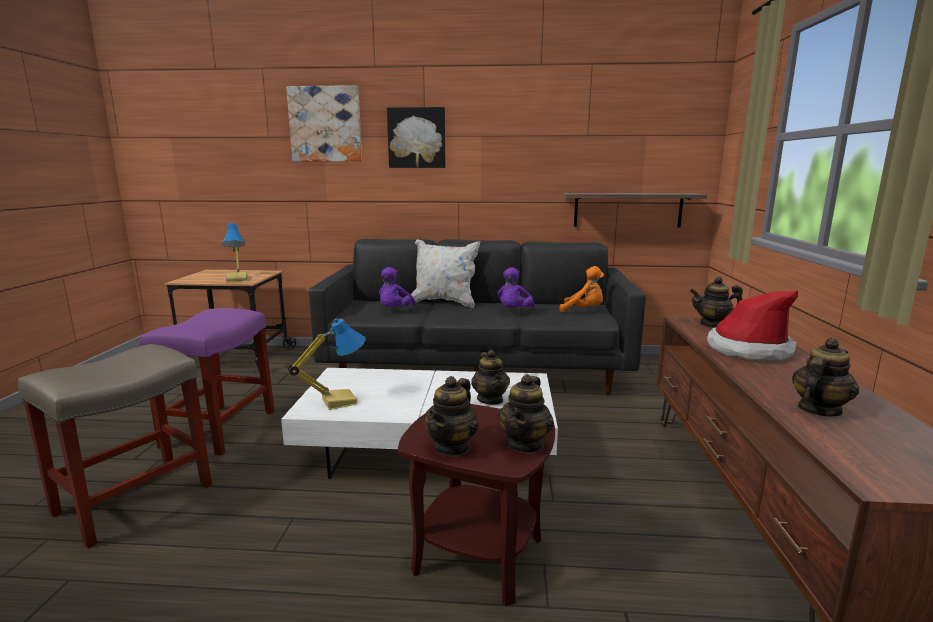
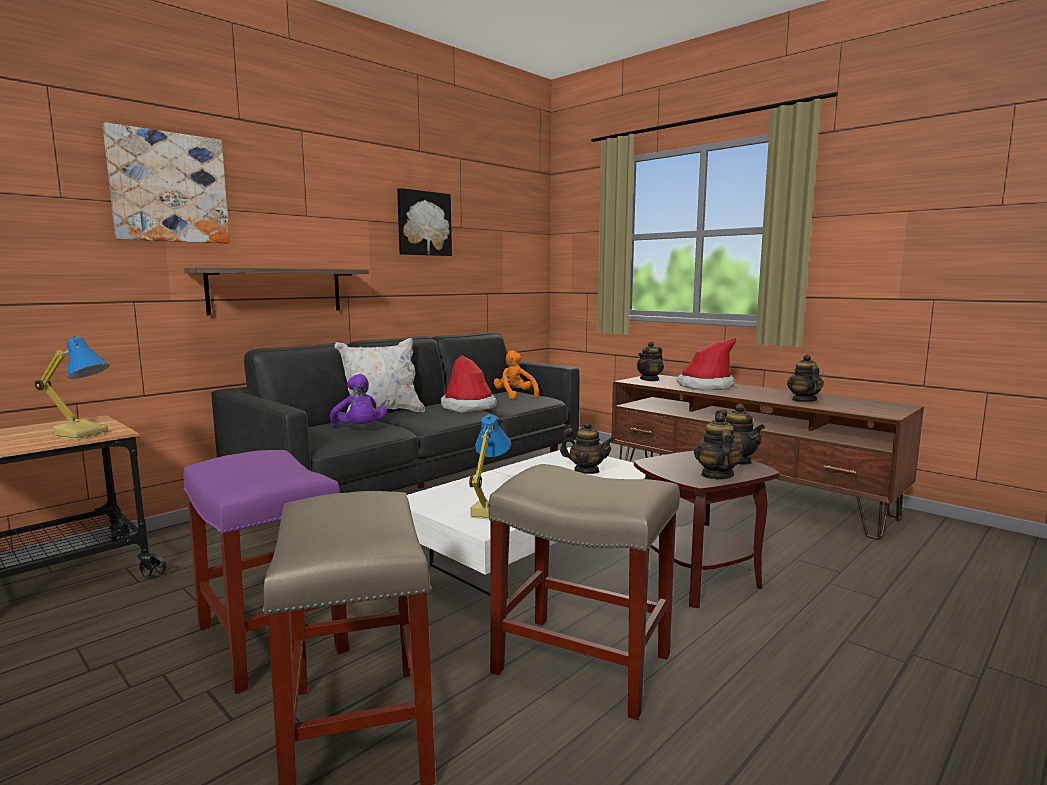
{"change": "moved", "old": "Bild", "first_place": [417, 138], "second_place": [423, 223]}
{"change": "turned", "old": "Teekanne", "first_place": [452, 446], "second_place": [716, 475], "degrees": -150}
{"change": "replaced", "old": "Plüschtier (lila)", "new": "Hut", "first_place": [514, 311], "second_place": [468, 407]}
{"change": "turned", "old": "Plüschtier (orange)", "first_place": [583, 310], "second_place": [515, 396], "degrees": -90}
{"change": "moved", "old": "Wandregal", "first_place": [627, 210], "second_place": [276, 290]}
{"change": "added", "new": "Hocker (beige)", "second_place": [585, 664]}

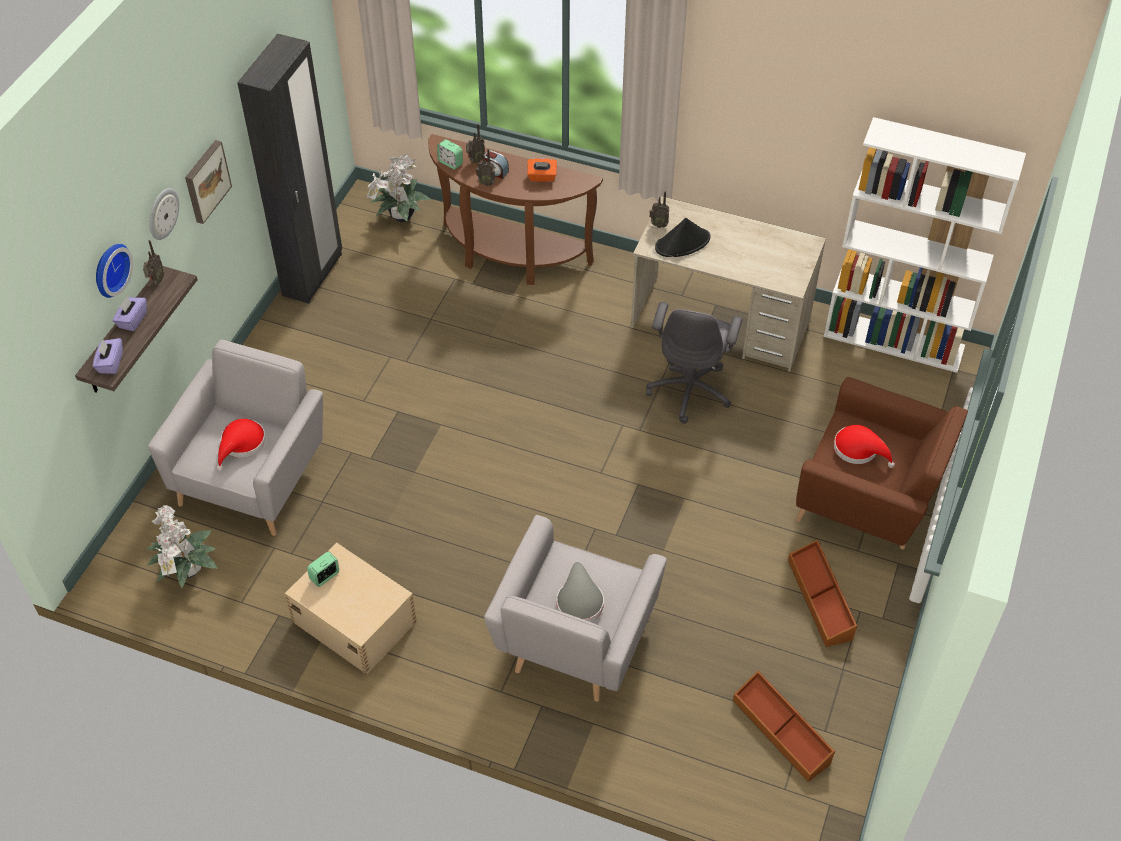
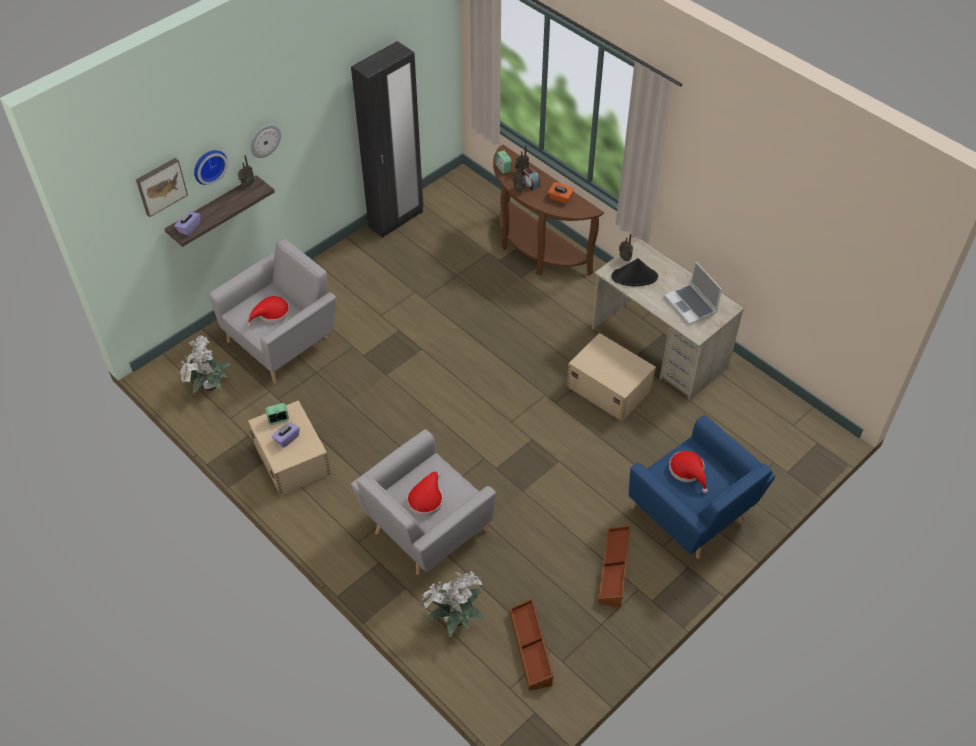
{"change": "moved", "old": "Taschentuchbox (lila)", "first_place": [132, 320], "second_place": [287, 438]}
{"change": "moved", "old": "Bild", "first_place": [205, 181], "second_place": [160, 186]}
{"change": "moved", "old": "Topfpflanze", "first_place": [400, 218], "second_place": [454, 618]}
{"change": "recoloured", "old": "Hut (grau)", "new": "Hut (rot)", "first_place": [579, 600], "second_place": [426, 498]}
{"change": "replaced", "old": "Bürostuhl (grau)", "new": "Aufbewahrungsbox (beige)", "first_place": [690, 389], "second_place": [608, 387]}
{"change": "recoloured", "old": "Sessel (braun)", "new": "Sessel (blau)", "first_place": [869, 501], "second_place": [692, 514]}
{"change": "removed", "old": "Bücherregal (weiß)", "first_place": [894, 341]}
{"change": "added", "new": "Laptop", "second_place": [691, 305]}

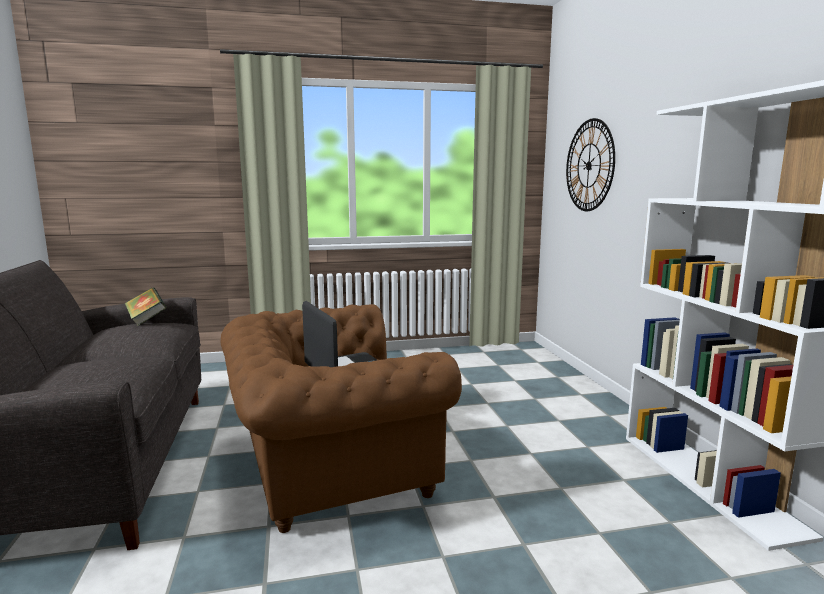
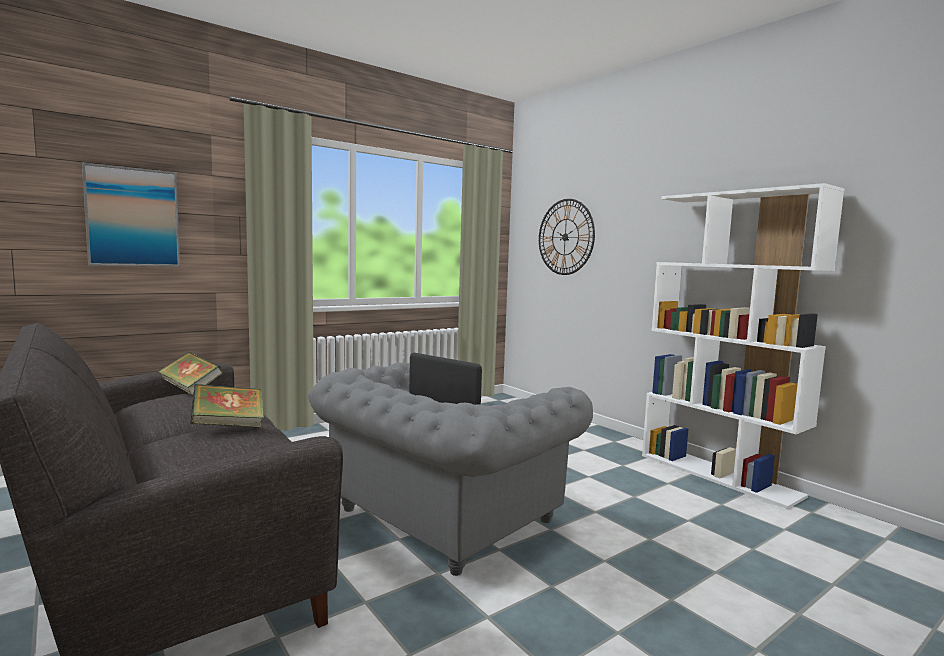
{"change": "recoloured", "old": "Sessel (braun)", "new": "Sessel (grau)", "first_place": [328, 469], "second_place": [439, 517]}
{"change": "added", "new": "Bild", "second_place": [133, 217]}
{"change": "added", "new": "Buch", "second_place": [229, 426]}

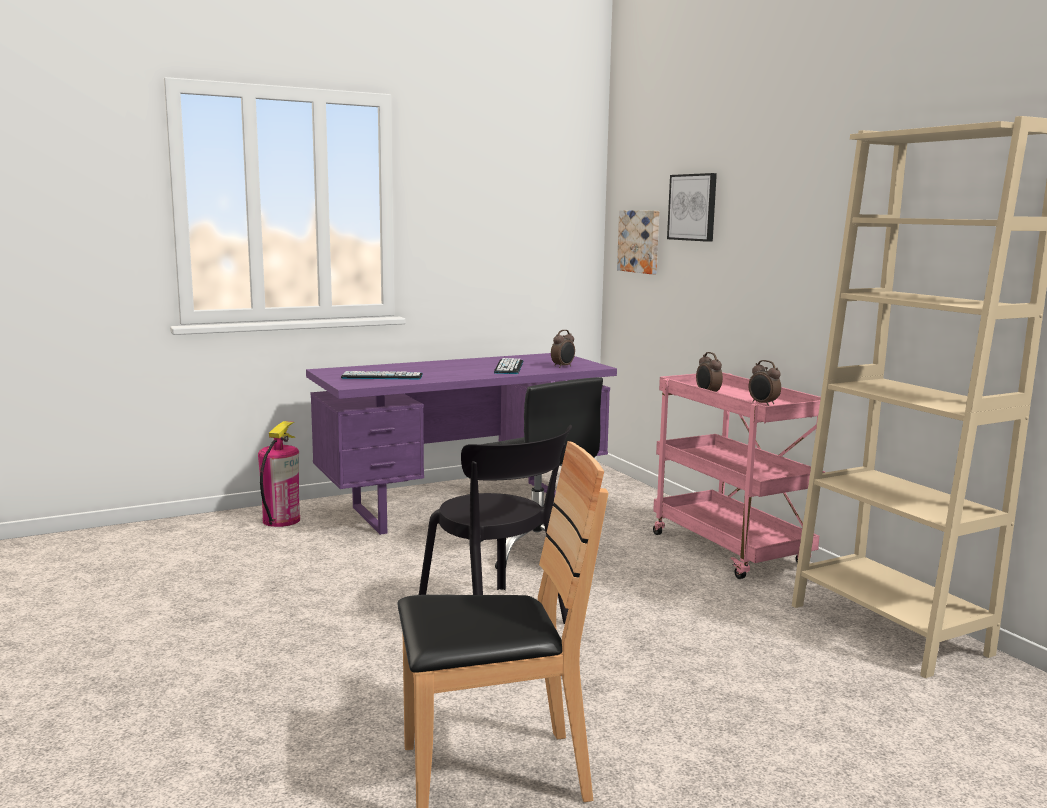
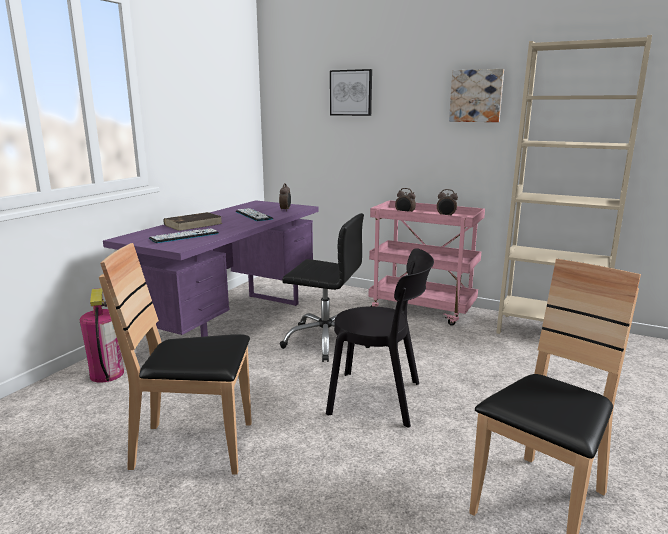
{"change": "moved", "old": "Bild", "first_place": [640, 241], "second_place": [476, 96]}
{"change": "added", "new": "Stuhl (braun)", "second_place": [195, 446]}
{"change": "added", "new": "Buch (braun)", "second_place": [193, 224]}

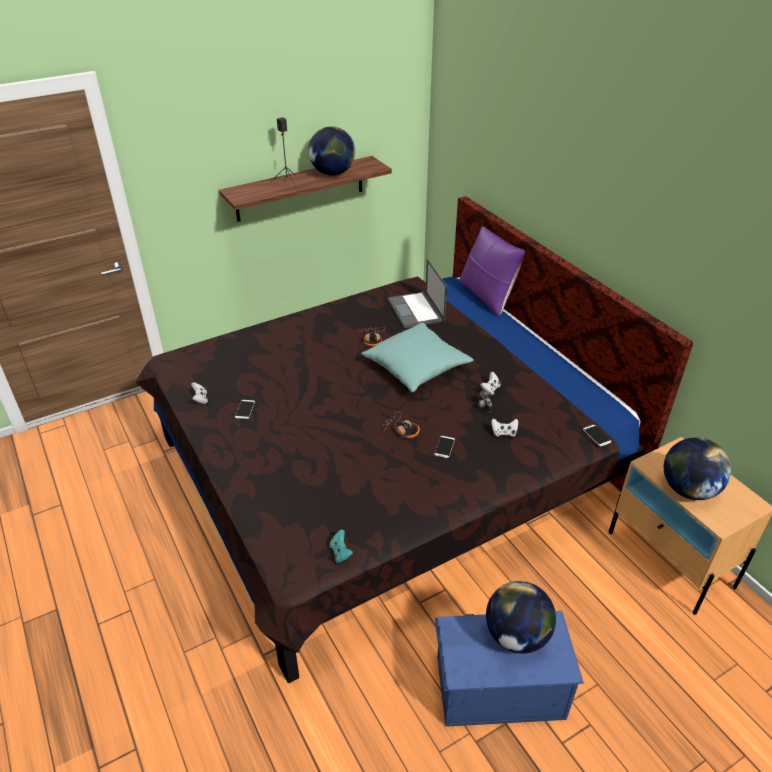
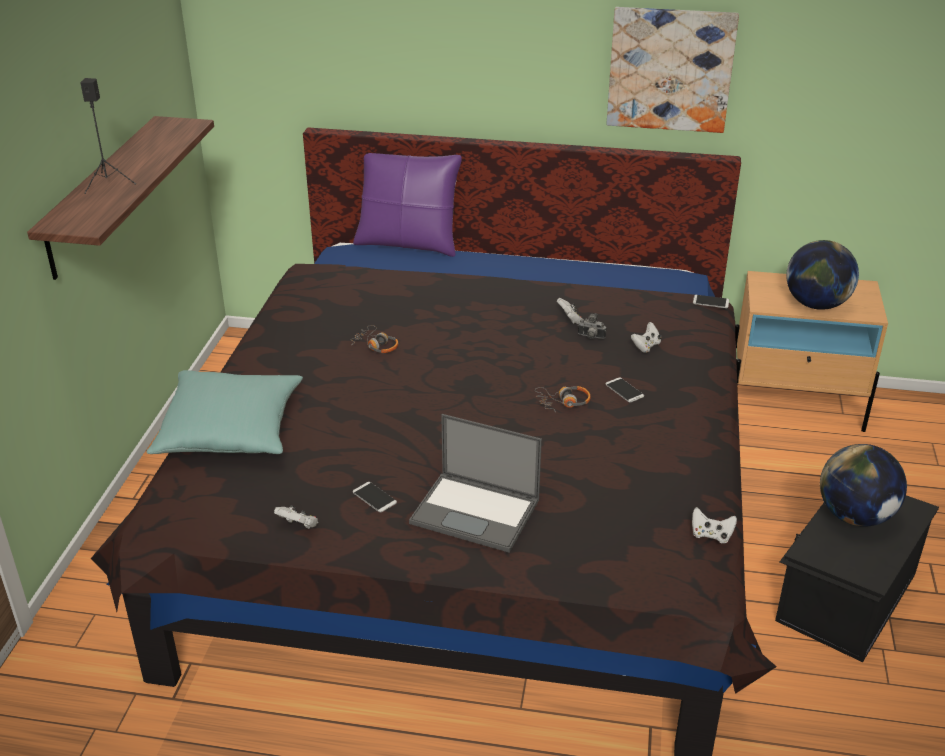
{"change": "removed", "old": "Globus", "first_place": [332, 173]}
{"change": "recoloured", "old": "Gamepad (türkis)", "new": "Gamepad (weiß)", "first_place": [340, 553], "second_place": [711, 535]}
{"change": "moved", "old": "Kissen (türkis)", "first_place": [416, 367], "second_place": [231, 431]}
{"change": "moved", "old": "Laptop", "first_place": [416, 310], "second_place": [476, 512]}
{"change": "recoloured", "old": "Aufbewahrungsbox (blau)", "new": "Aufbewahrungsbox (schwarz)", "first_place": [498, 685], "second_place": [843, 597]}
{"change": "added", "new": "Bild", "second_place": [670, 69]}

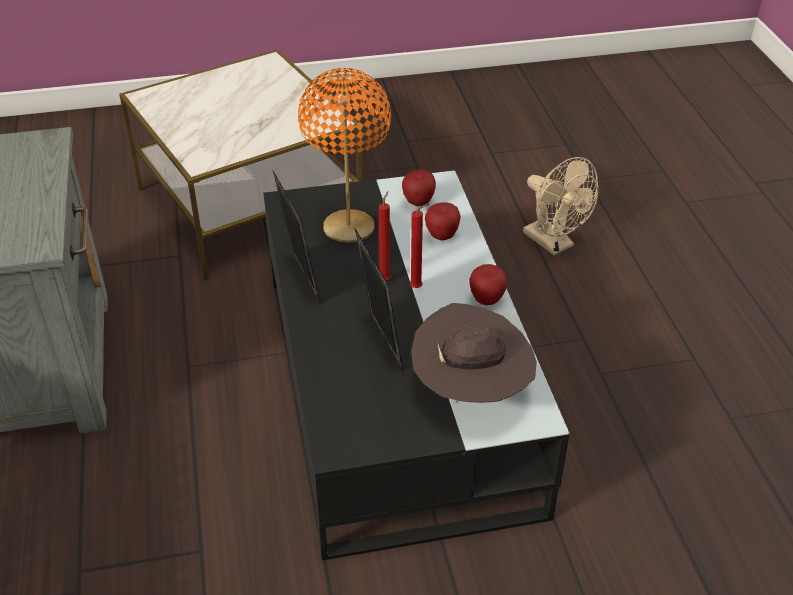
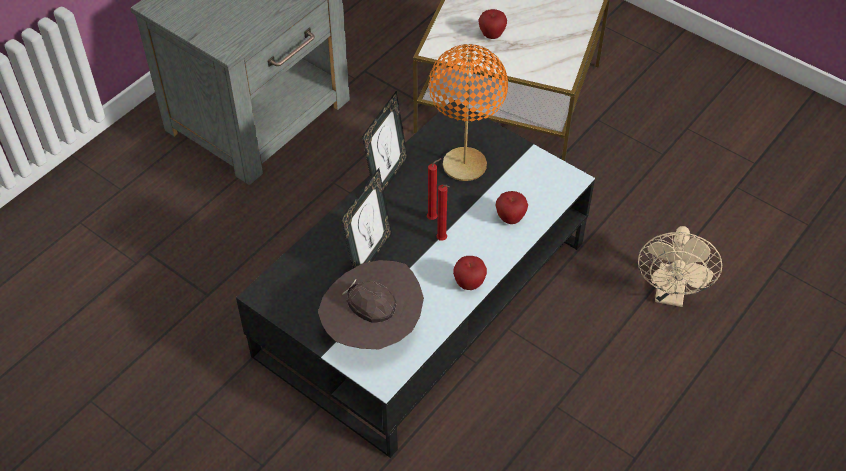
{"change": "moved", "old": "Apfel", "first_place": [418, 202], "second_place": [491, 35]}

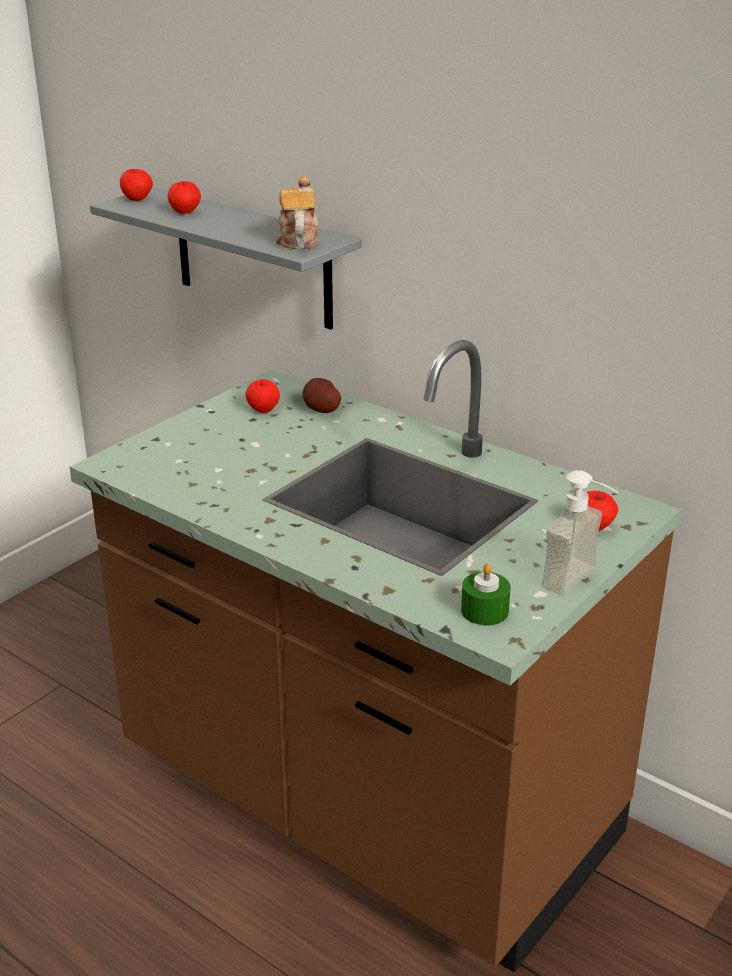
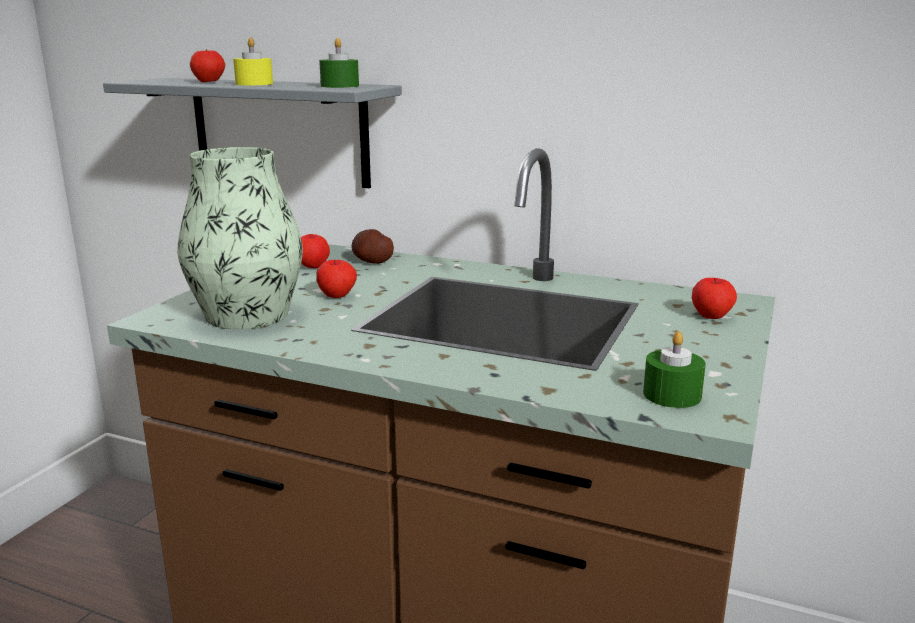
{"change": "moved", "old": "Apfel", "first_place": [137, 199], "second_place": [337, 295]}
{"change": "replaced", "old": "Teekanne", "new": "Kerze (grün)", "first_place": [298, 240], "second_place": [340, 86]}
{"change": "removed", "old": "Seifenspender", "first_place": [581, 583]}
{"change": "added", "new": "Vase", "second_place": [247, 315]}
{"change": "added", "new": "Kerze (gelb)", "second_place": [254, 84]}

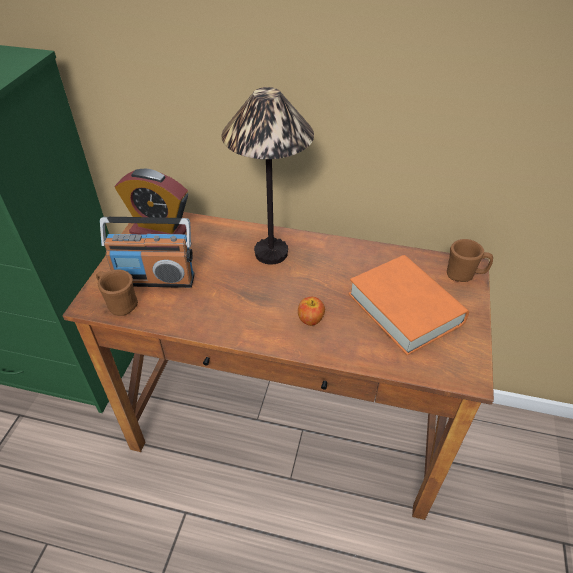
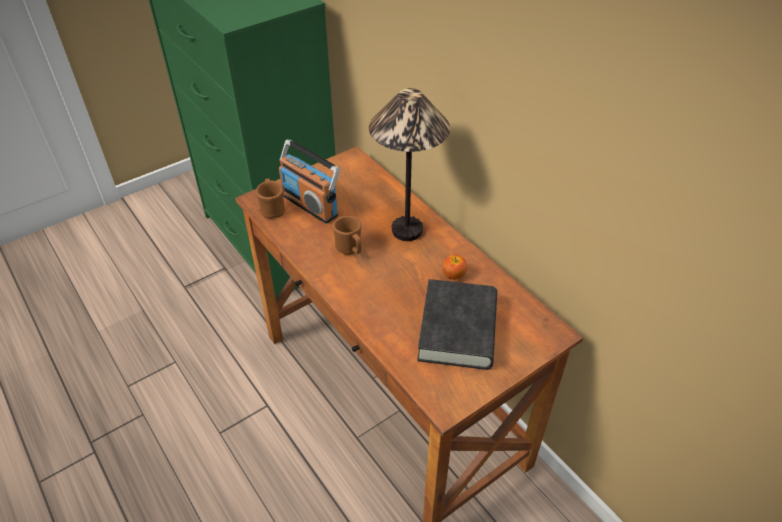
{"change": "removed", "old": "Wecker", "first_place": [160, 230]}
{"change": "moved", "old": "Apfel", "first_place": [310, 319], "second_place": [454, 275]}
{"change": "recoloured", "old": "Buch (orange)", "new": "Buch (schwarz)", "first_place": [405, 309], "second_place": [458, 329]}
{"change": "moved", "old": "Henkelbecher (braun)", "first_place": [464, 275], "second_place": [350, 250]}

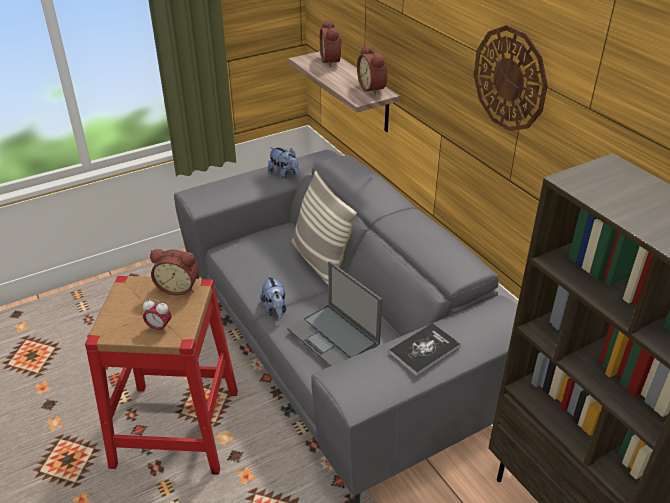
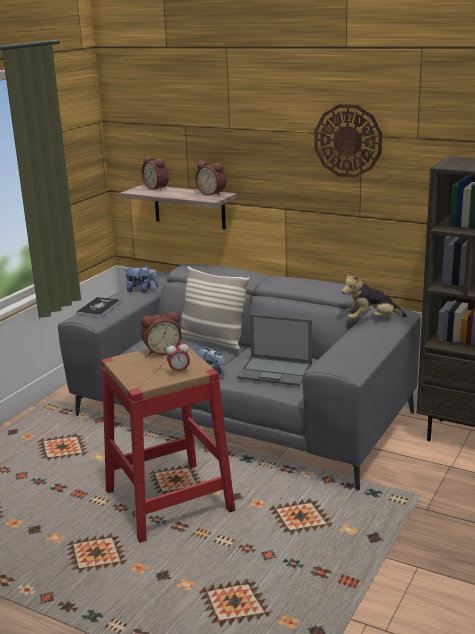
{"change": "moved", "old": "Buch", "first_place": [424, 350], "second_place": [99, 308]}
{"change": "added", "new": "Plüschtier", "second_place": [371, 320]}

